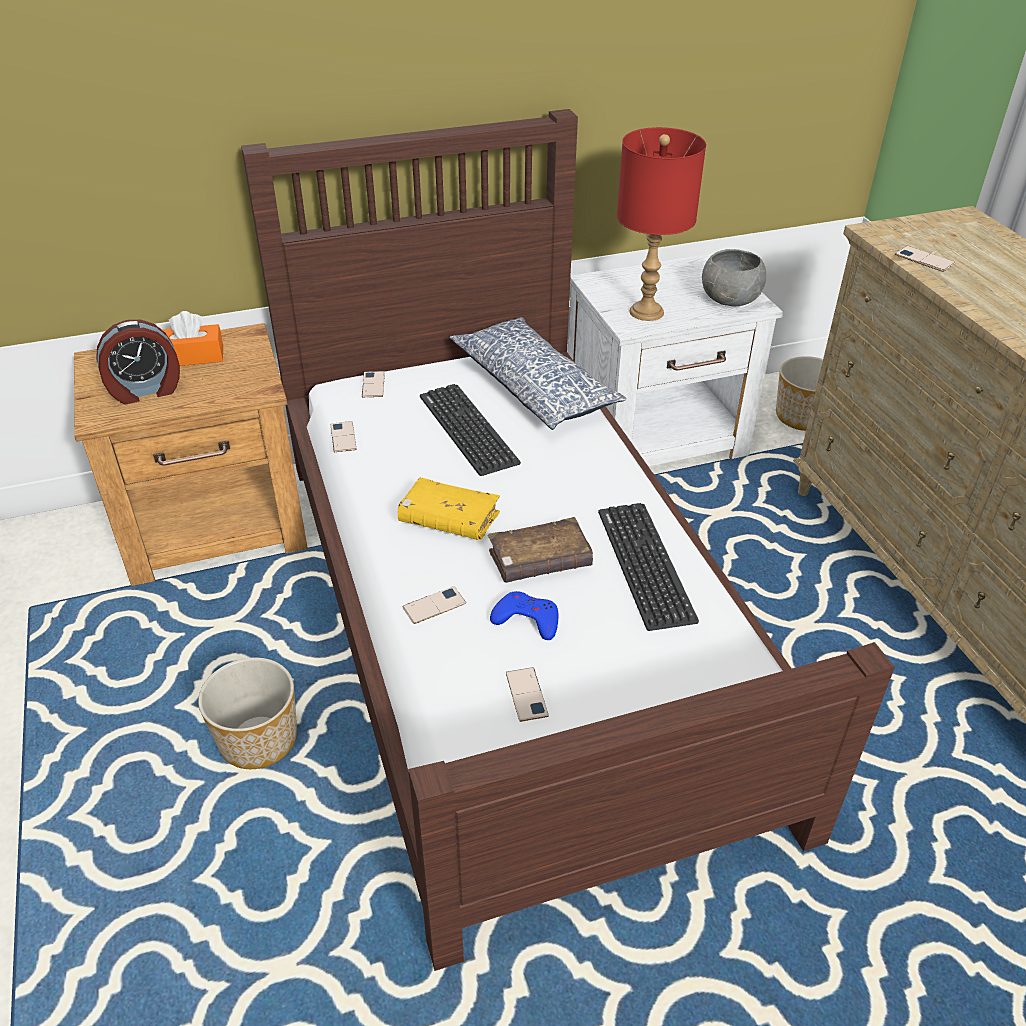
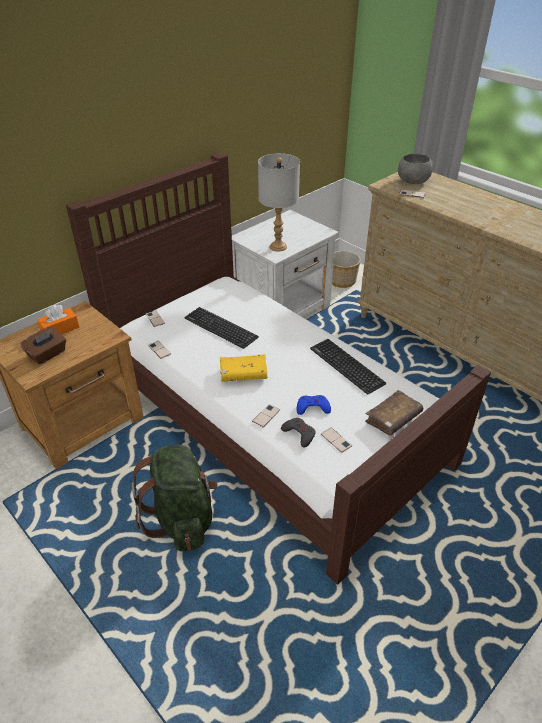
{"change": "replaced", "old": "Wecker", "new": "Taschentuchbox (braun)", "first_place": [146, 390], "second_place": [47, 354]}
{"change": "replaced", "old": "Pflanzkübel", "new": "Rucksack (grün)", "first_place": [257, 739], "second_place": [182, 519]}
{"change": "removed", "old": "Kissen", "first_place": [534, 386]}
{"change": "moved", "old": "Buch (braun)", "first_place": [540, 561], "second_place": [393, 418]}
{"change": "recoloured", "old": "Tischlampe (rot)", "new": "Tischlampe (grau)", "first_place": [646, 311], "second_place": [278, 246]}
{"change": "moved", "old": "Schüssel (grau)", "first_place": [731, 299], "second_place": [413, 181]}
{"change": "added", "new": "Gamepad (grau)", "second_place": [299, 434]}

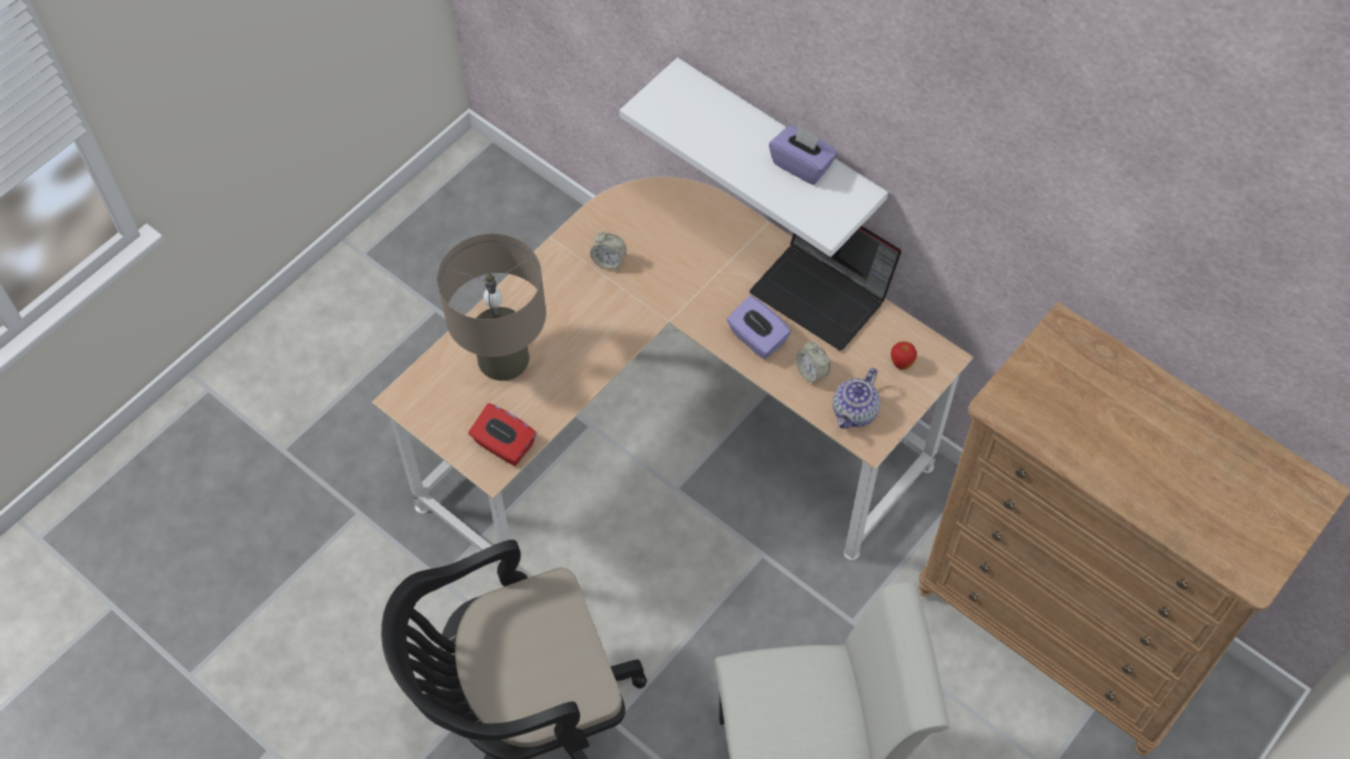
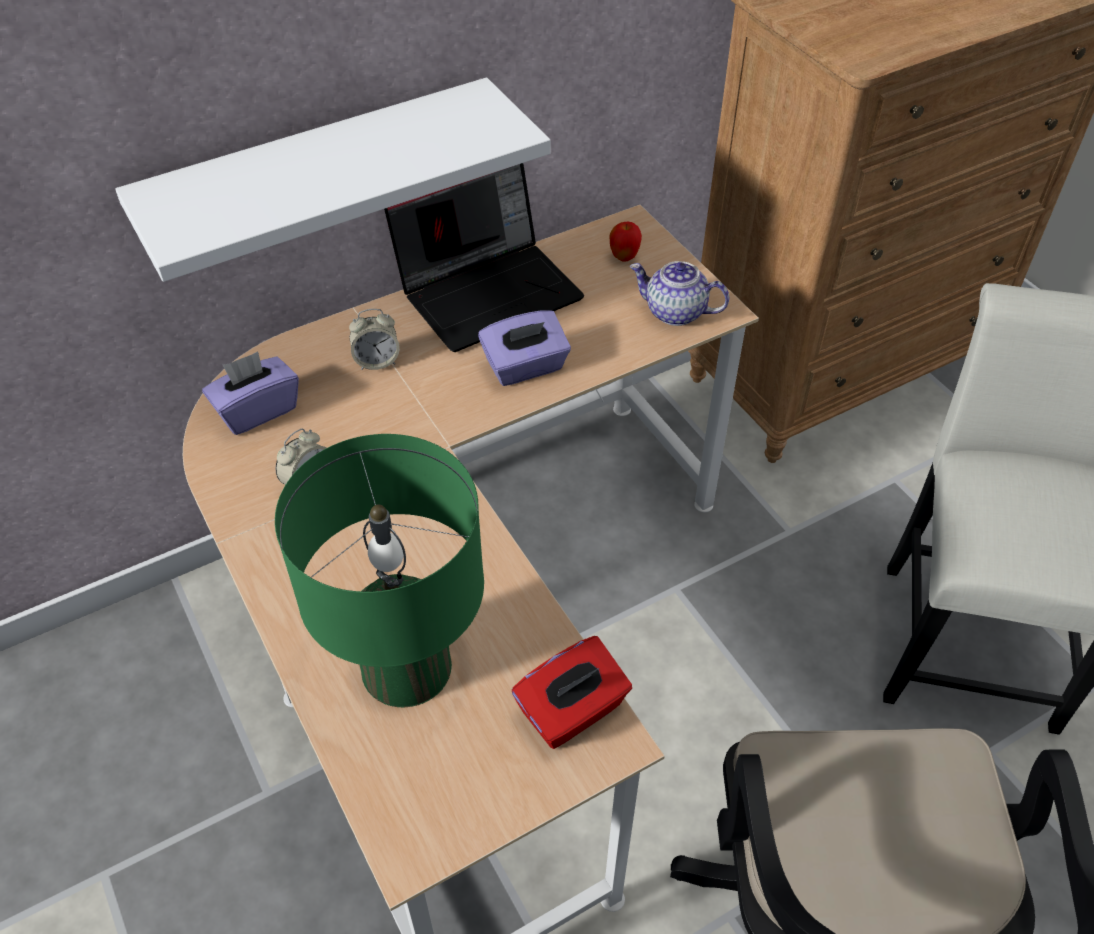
{"change": "recoloured", "old": "Tischlampe (beige)", "new": "Tischlampe (grün)", "first_place": [503, 358], "second_place": [406, 667]}
{"change": "moved", "old": "Taschentuchbox (lila)", "first_place": [802, 165], "second_place": [257, 410]}
{"change": "moved", "old": "Wecker", "first_place": [811, 372], "second_place": [377, 361]}
{"change": "turned", "old": "Teekanne", "first_place": [855, 412], "second_place": [674, 312], "degrees": 150}

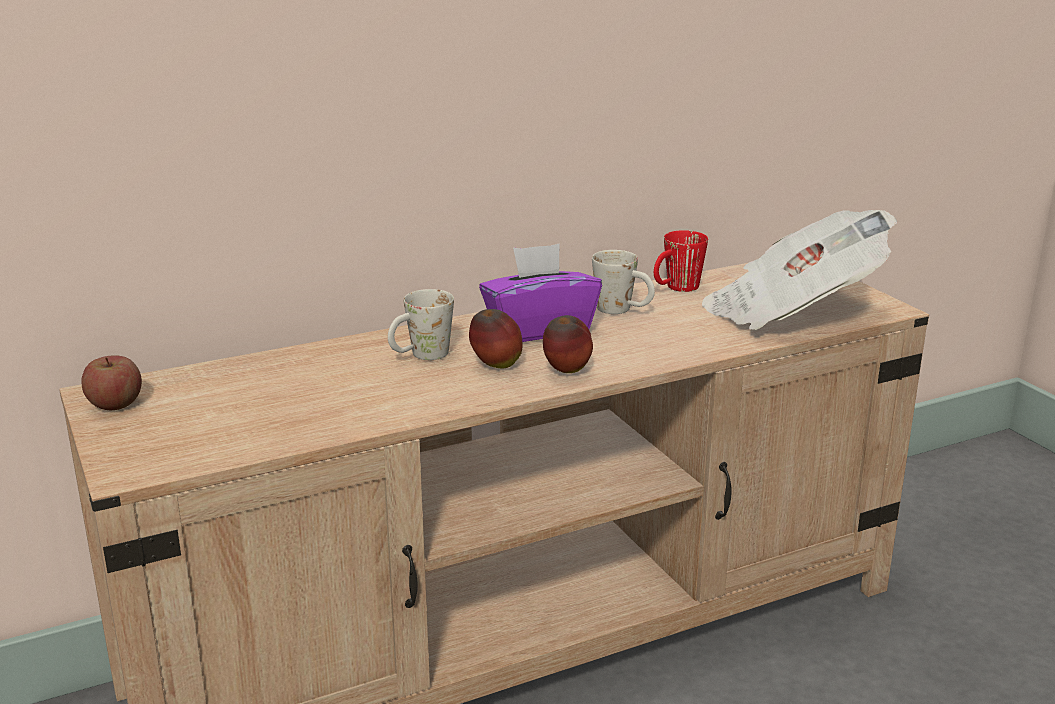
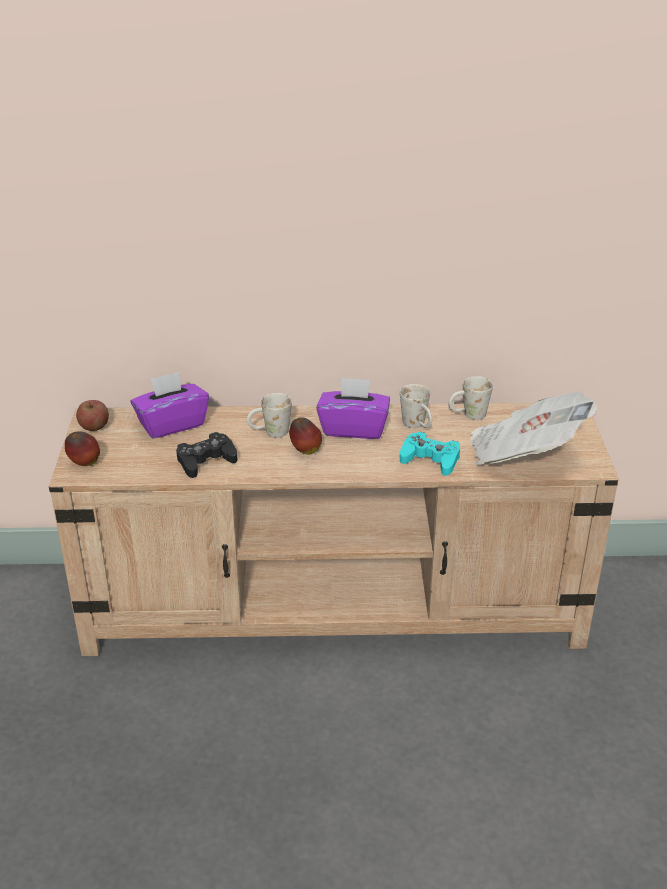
{"change": "moved", "old": "Apfel", "first_place": [566, 372], "second_place": [85, 464]}
{"change": "recoloured", "old": "Henkelbecher (rot)", "new": "Henkelbecher (weiß)", "first_place": [676, 289], "second_place": [468, 415]}
{"change": "added", "new": "Taschentuchbox (lila)", "second_place": [171, 424]}
{"change": "added", "new": "Gamepad (schwarz)", "second_place": [206, 461]}
{"change": "added", "new": "Gamepad (türkis)", "second_place": [430, 459]}

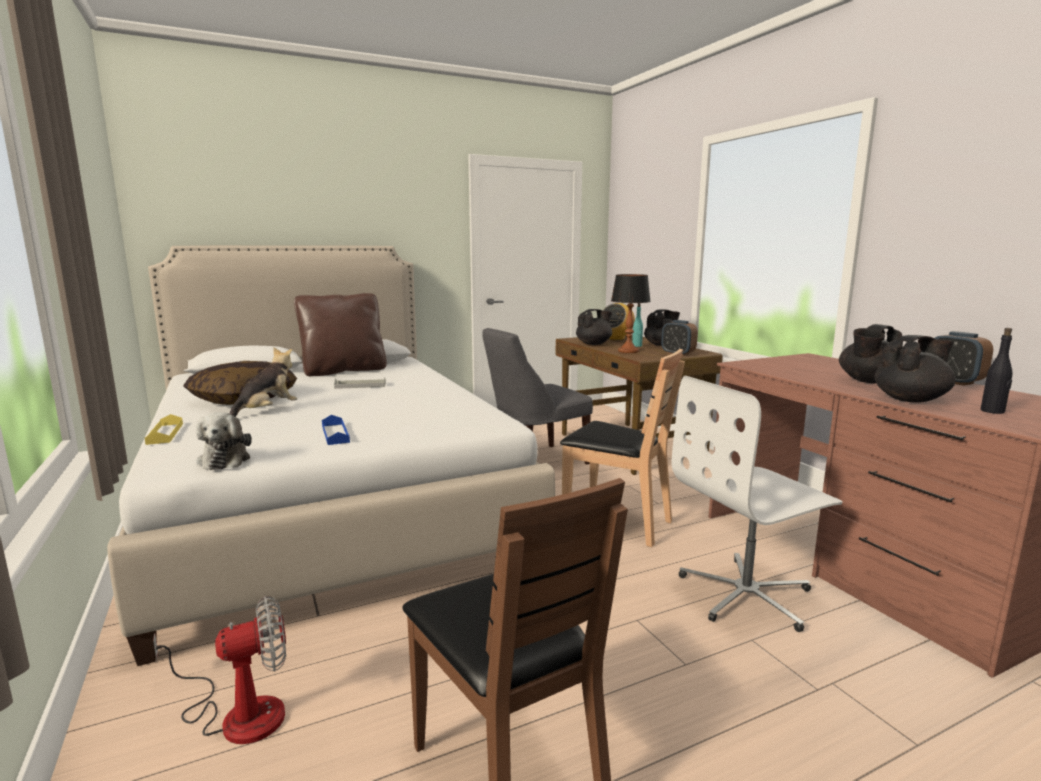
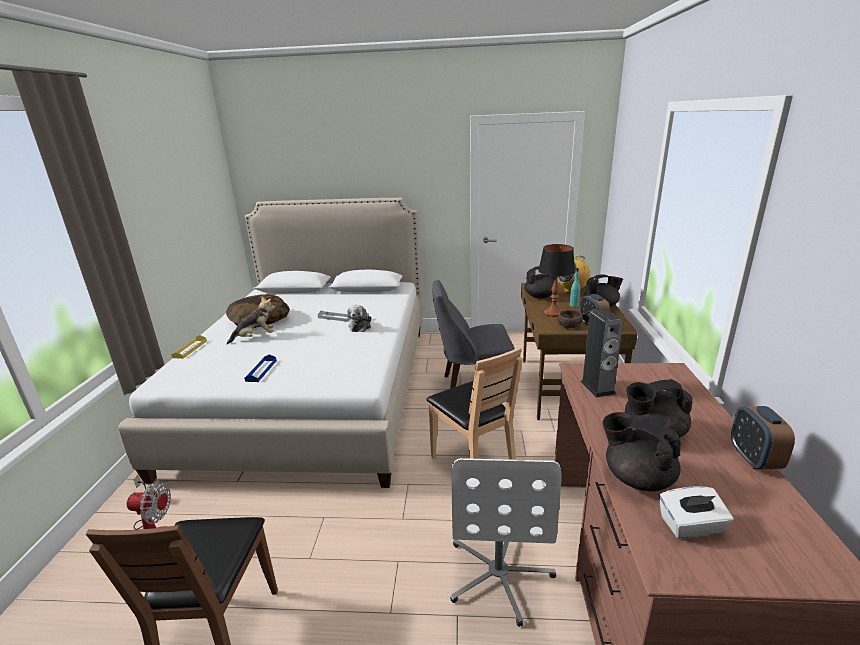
{"change": "moved", "old": "Plüschtier", "first_place": [225, 459], "second_place": [360, 326]}
{"change": "removed", "old": "Kissen (braun)", "first_place": [344, 371]}
{"change": "turned", "old": "Bürostuhl (weiß)", "first_place": [747, 595], "second_place": [499, 573], "degrees": -90}
{"change": "turned", "old": "Teekanne (schwarz)", "first_place": [911, 400], "second_place": [637, 478], "degrees": -150}
{"change": "replaced", "old": "Flasche (schwarz)", "new": "Taschentuchbox (weiß)", "first_place": [992, 411], "second_place": [691, 526]}
{"change": "added", "new": "Schüssel (braun)", "second_place": [569, 326]}
{"change": "added", "new": "Lautsprecher", "second_place": [597, 387]}

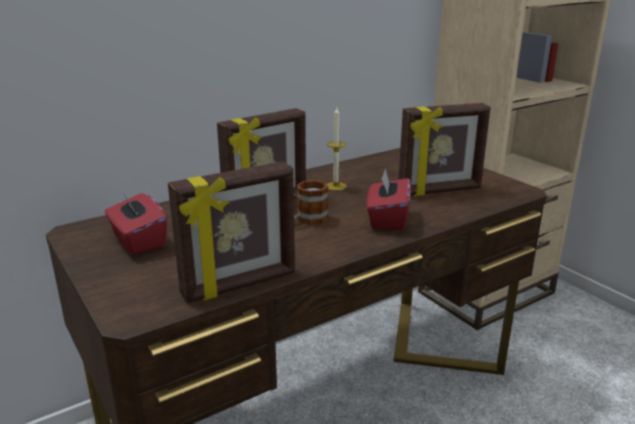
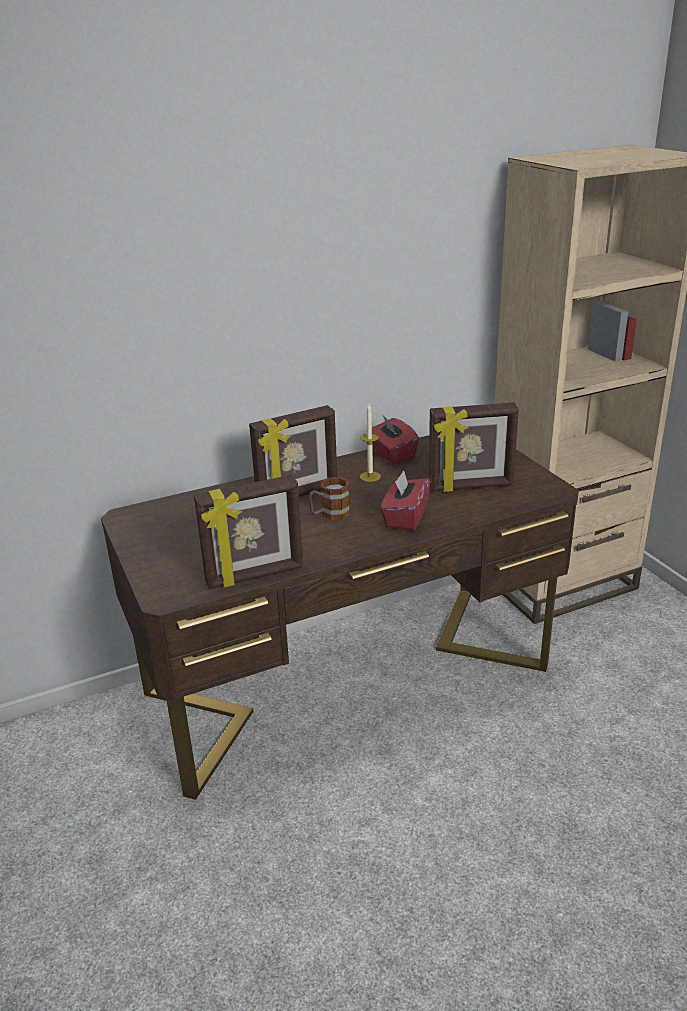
{"change": "moved", "old": "Taschentuchbox (rot)", "first_place": [138, 241], "second_place": [392, 455]}

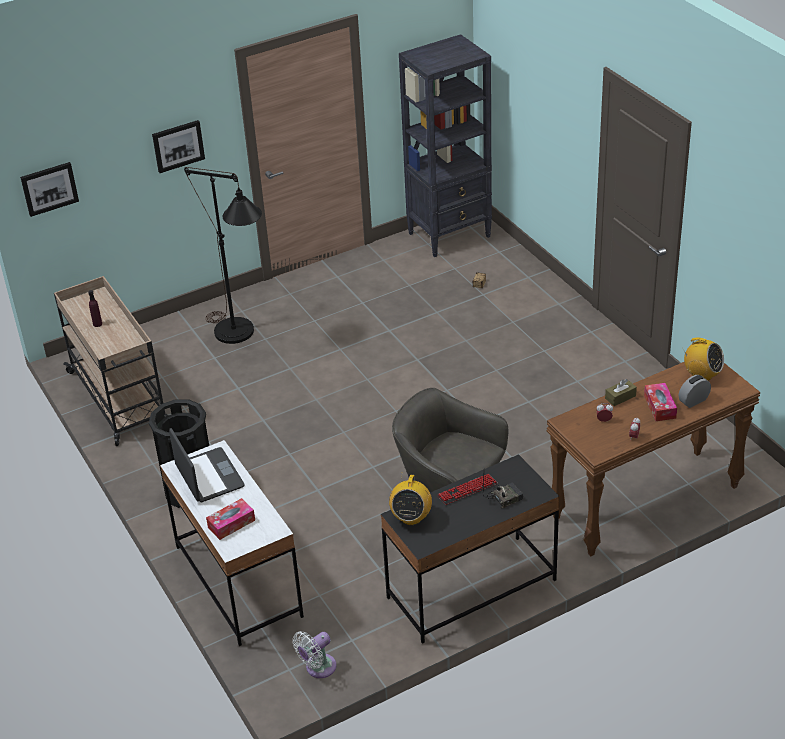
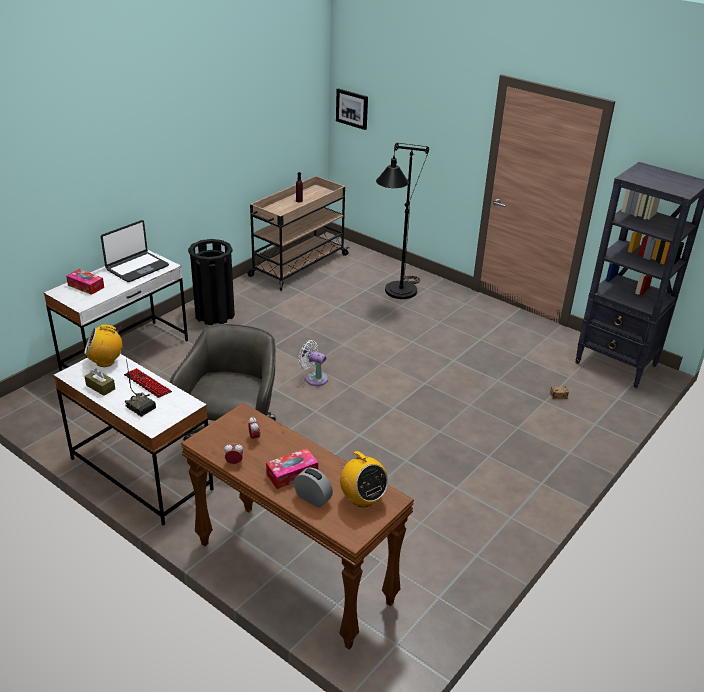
{"change": "removed", "old": "Bild", "first_place": [178, 146]}
{"change": "moved", "old": "Ventilator (weiß)", "first_place": [318, 668], "second_place": [314, 378]}
{"change": "recoloured", "old": "Schreibtisch (schwarz)", "new": "Schreibtisch (weiß)", "first_place": [471, 589], "second_place": [141, 474]}
{"change": "moved", "old": "Taschentuchbox (braun)", "first_place": [620, 397], "second_place": [100, 387]}
{"change": "turned", "old": "Radio", "first_place": [701, 376], "second_place": [362, 499], "degrees": -45}

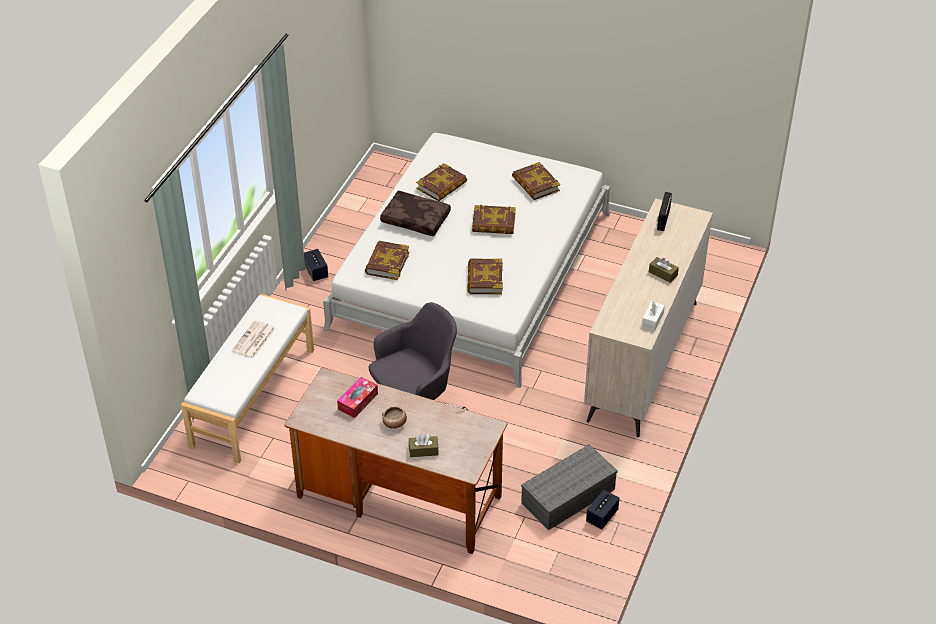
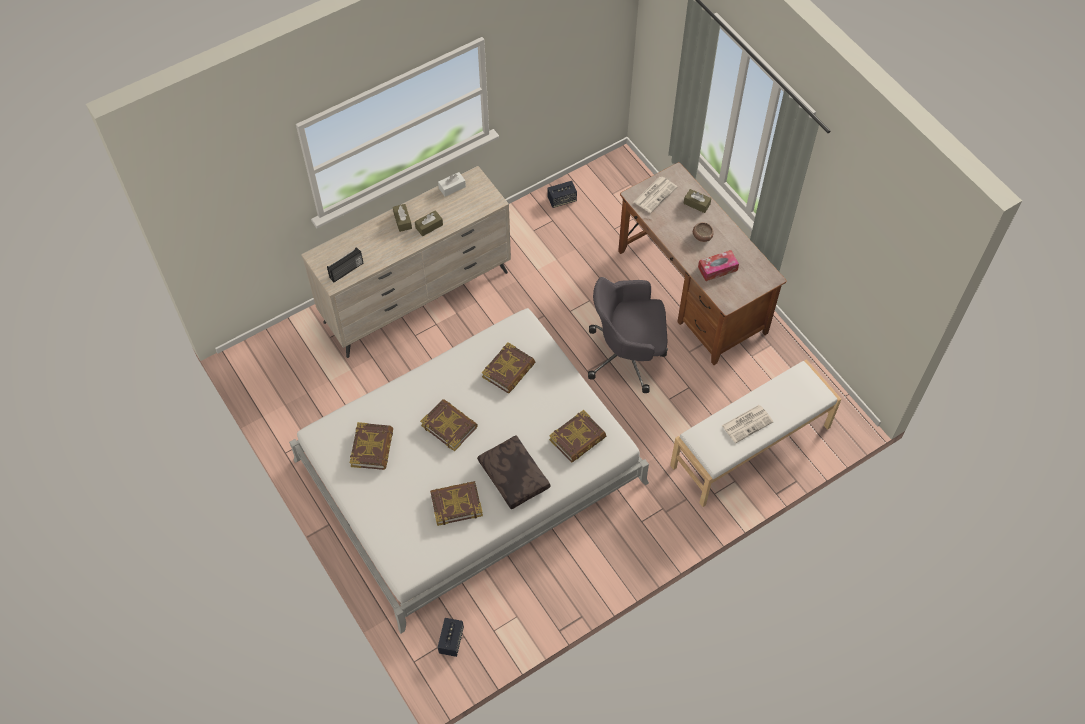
{"change": "moved", "old": "Lautsprecher", "first_place": [316, 272], "second_place": [451, 640]}
{"change": "removed", "old": "Aufbewahrungsbox (grau)", "first_place": [568, 495]}
{"change": "added", "new": "Taschentuchbox (braun)", "second_place": [429, 226]}
{"change": "added", "new": "Zeitung", "second_place": [655, 194]}

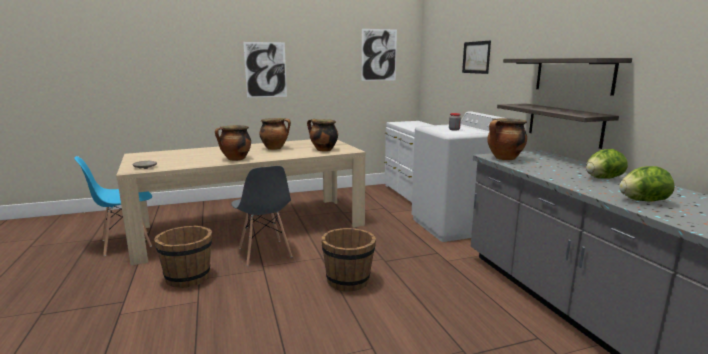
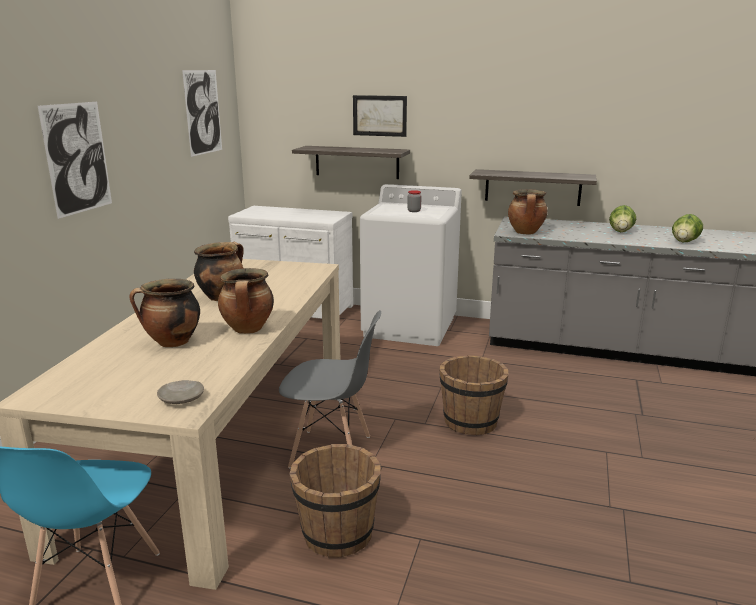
{"change": "moved", "old": "Kochtopf", "first_place": [323, 150], "second_place": [172, 343]}
{"change": "moved", "old": "Wandregal", "first_place": [573, 75], "second_place": [357, 162]}

